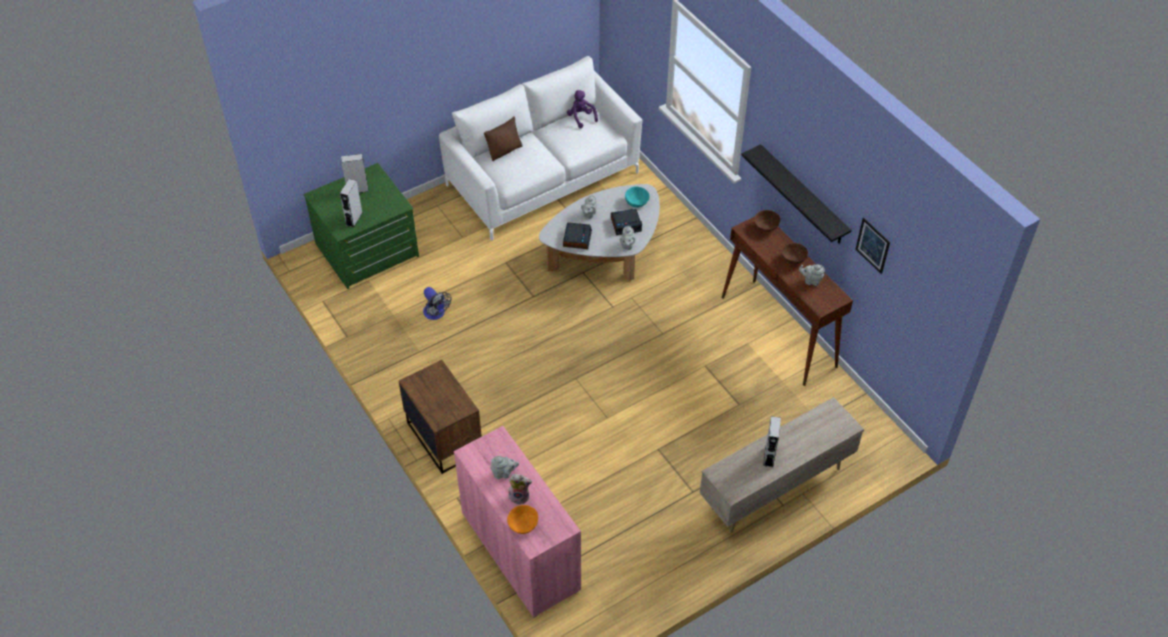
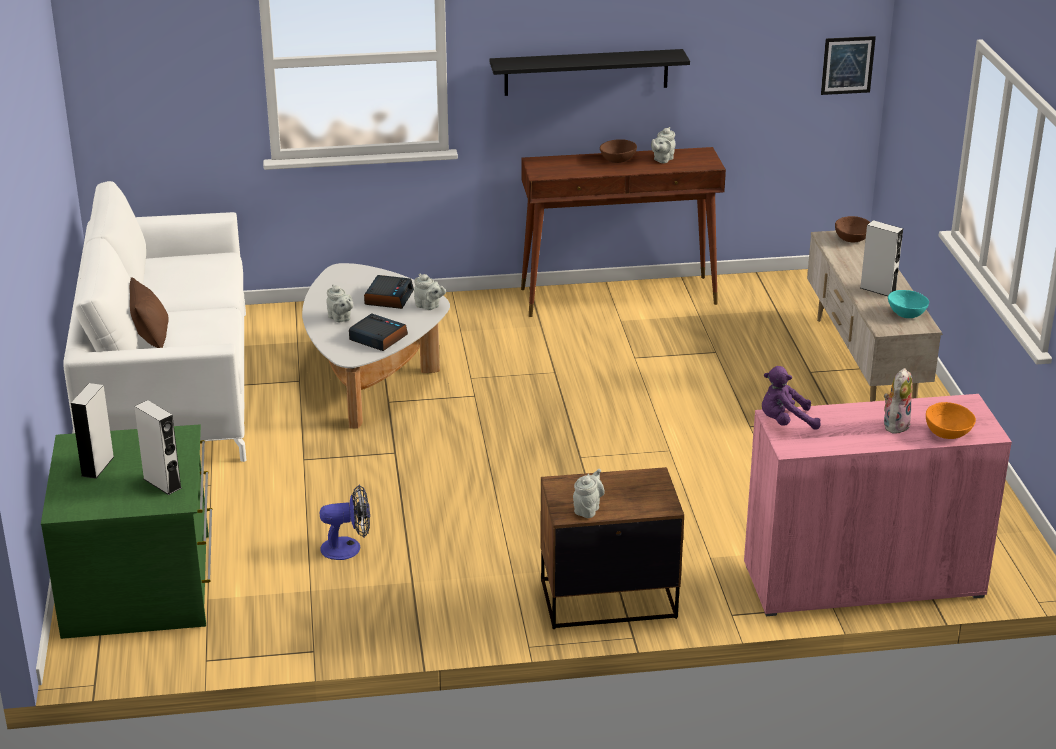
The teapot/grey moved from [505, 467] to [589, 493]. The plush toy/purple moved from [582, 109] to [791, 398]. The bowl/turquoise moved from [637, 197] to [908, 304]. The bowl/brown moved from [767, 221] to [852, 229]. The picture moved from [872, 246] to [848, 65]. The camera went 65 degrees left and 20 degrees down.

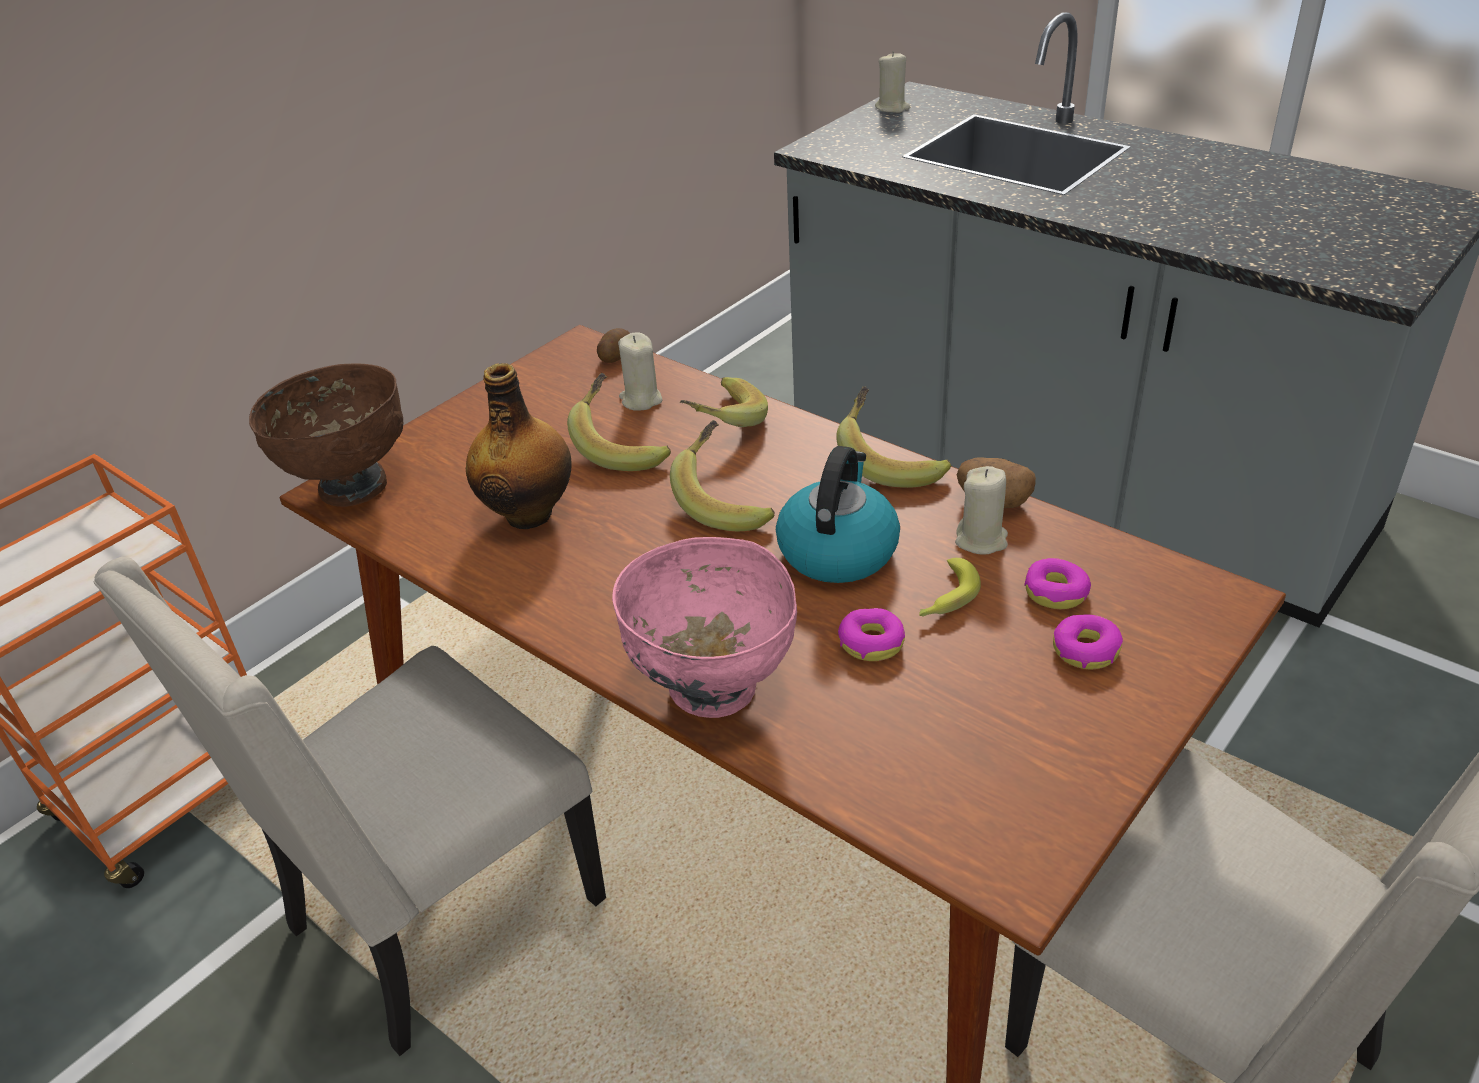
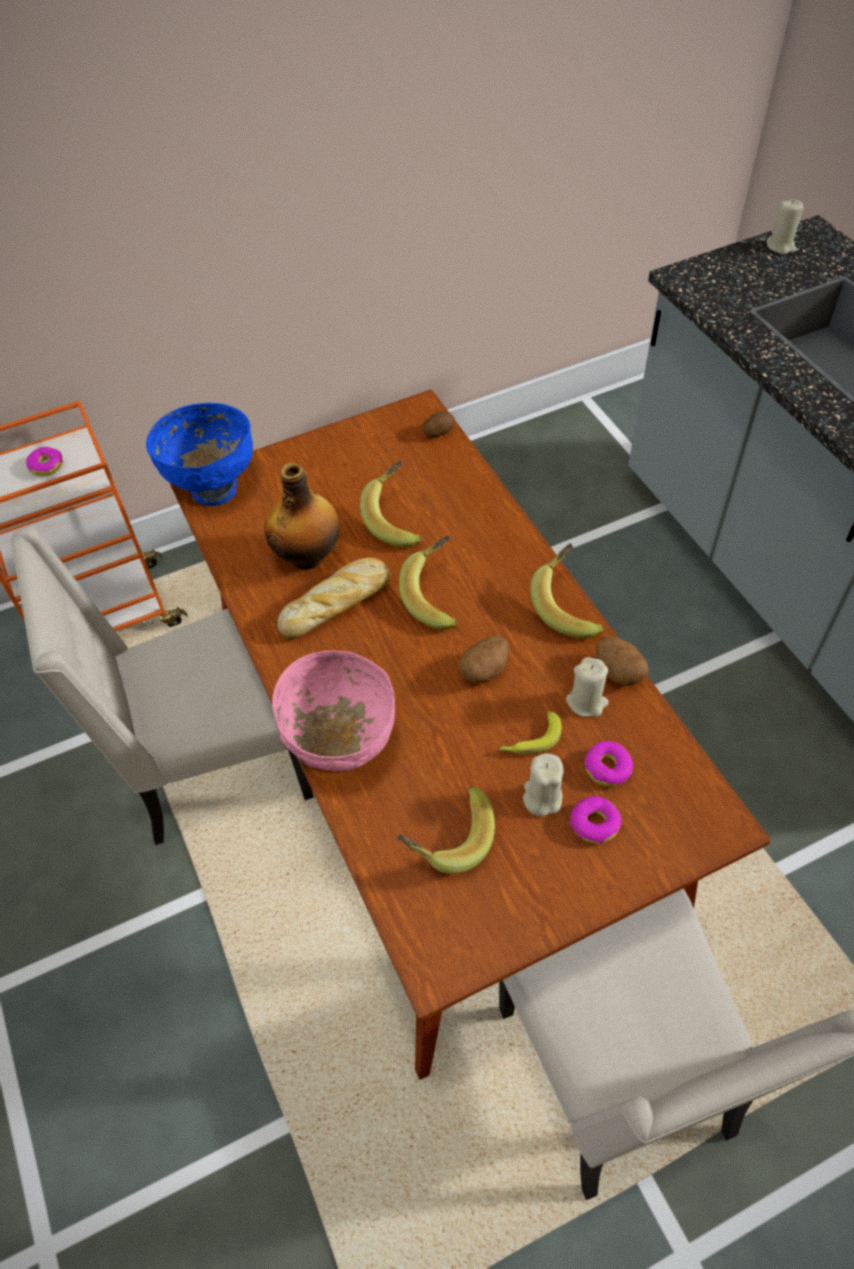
The bowl/brown at [326, 435] became the bowl/blue at [199, 454]. The candle/beige moved from [640, 371] to [543, 784]. The banana moved from [724, 402] to [446, 830]. The kettle at [838, 514] was replaced by the potato at [484, 659]. The donut moved from [871, 634] to [44, 461]. The bread at [334, 598] appeared. The camera went 25 degrees right and 15 degrees up.

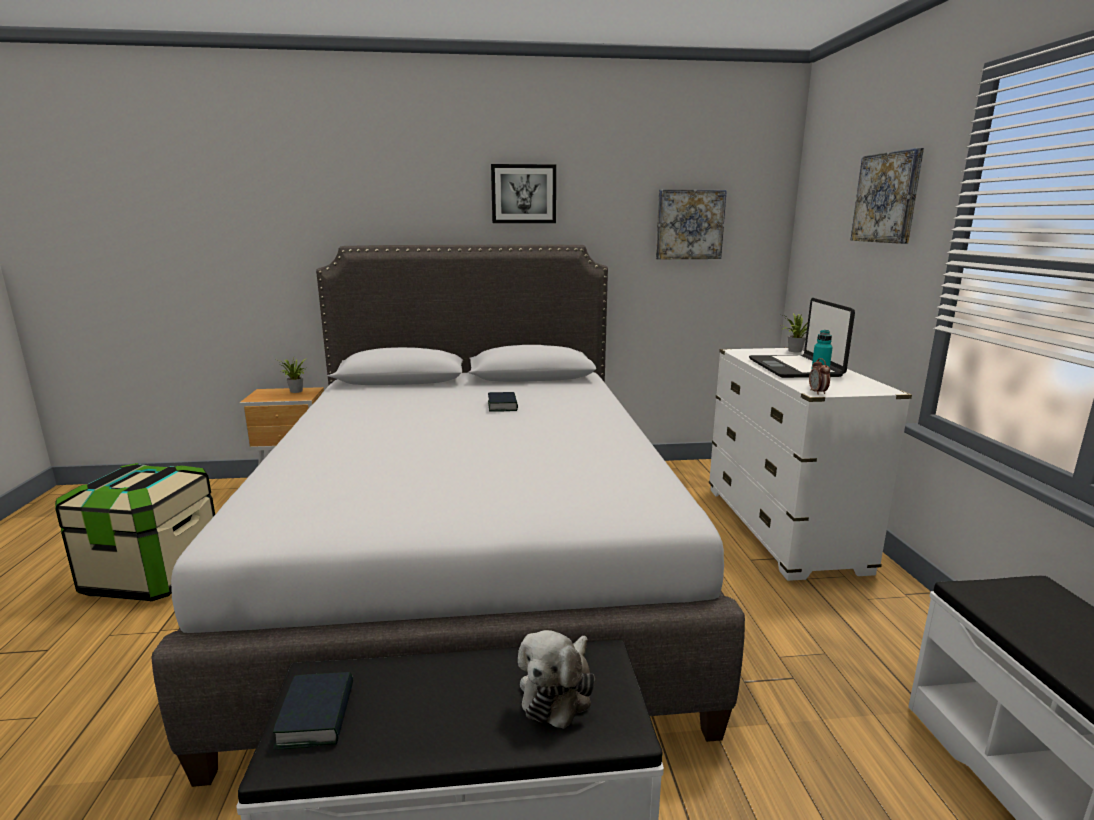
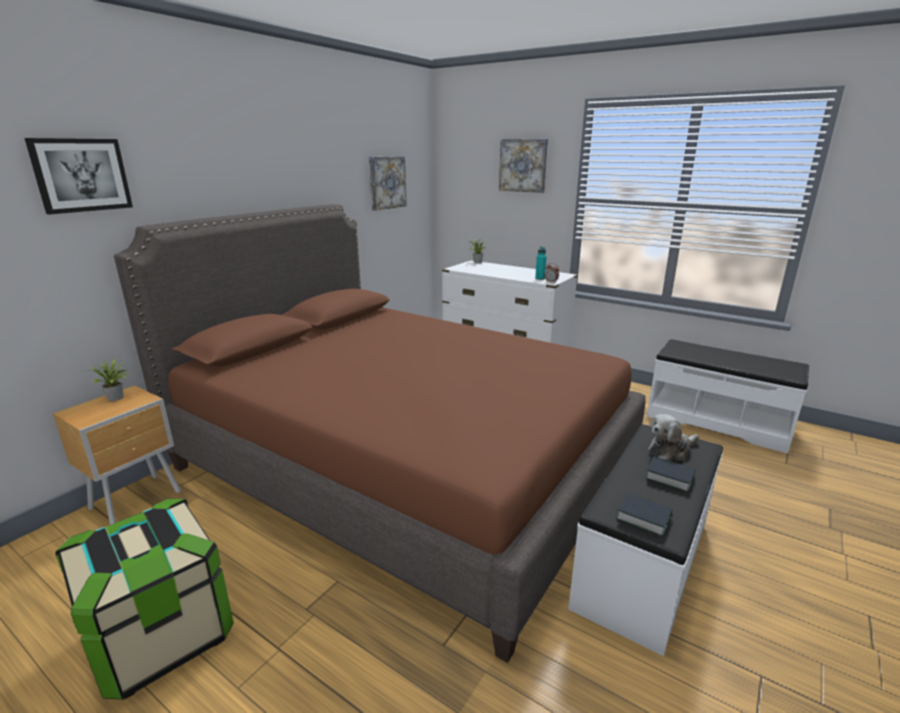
The bed/grey at [448, 515] became the bed/brown at [379, 433]. The book moved from [503, 402] to [670, 474]. The picture moved from [523, 193] to [79, 176]. The plush toy at [556, 679] turned 90 degrees clockwise. The laptop at [802, 338] disappeared. The camera went 50 degrees left and 5 degrees up.

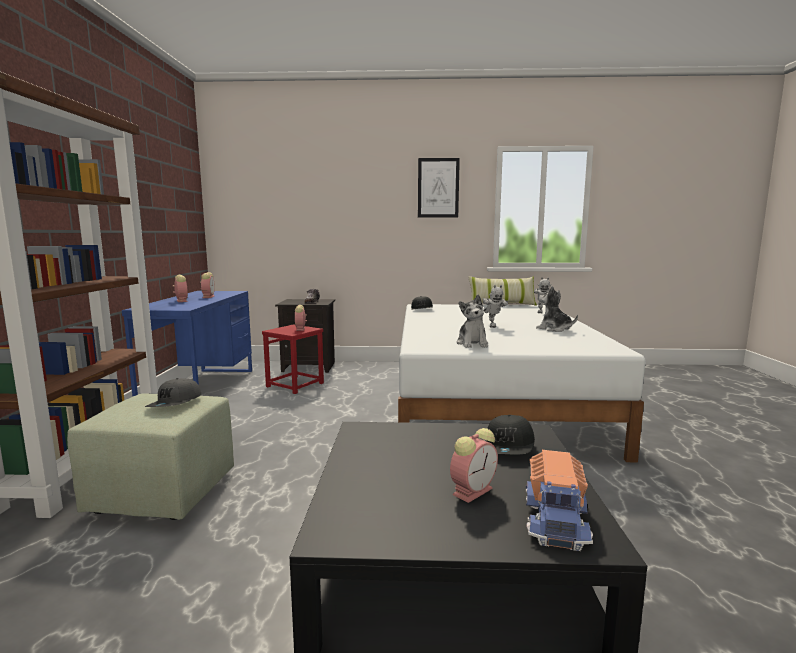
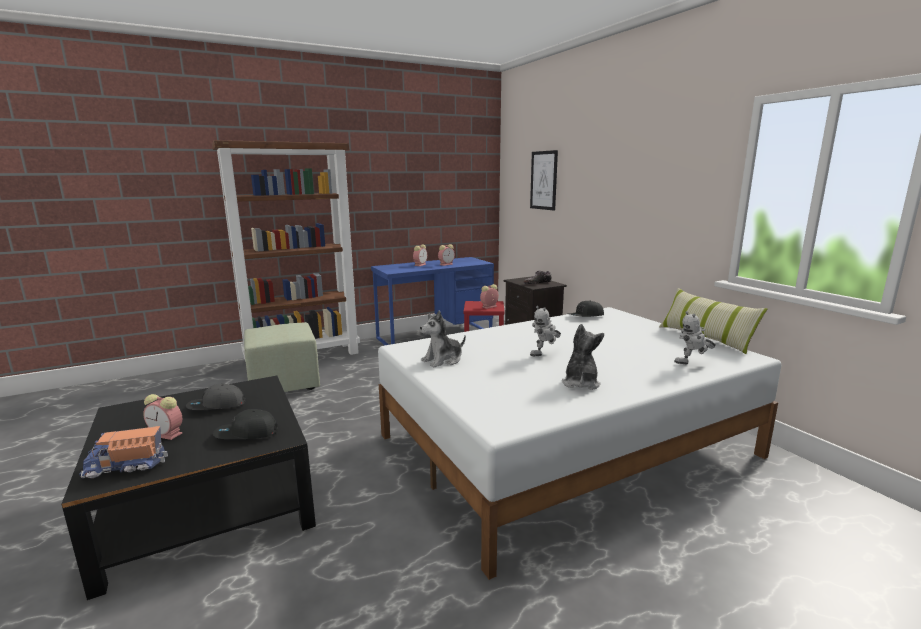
The cap/grey moved from [173, 392] to [215, 397]. The picture moved from [439, 188] to [544, 180]. The camera went 60 degrees right and 5 degrees up.

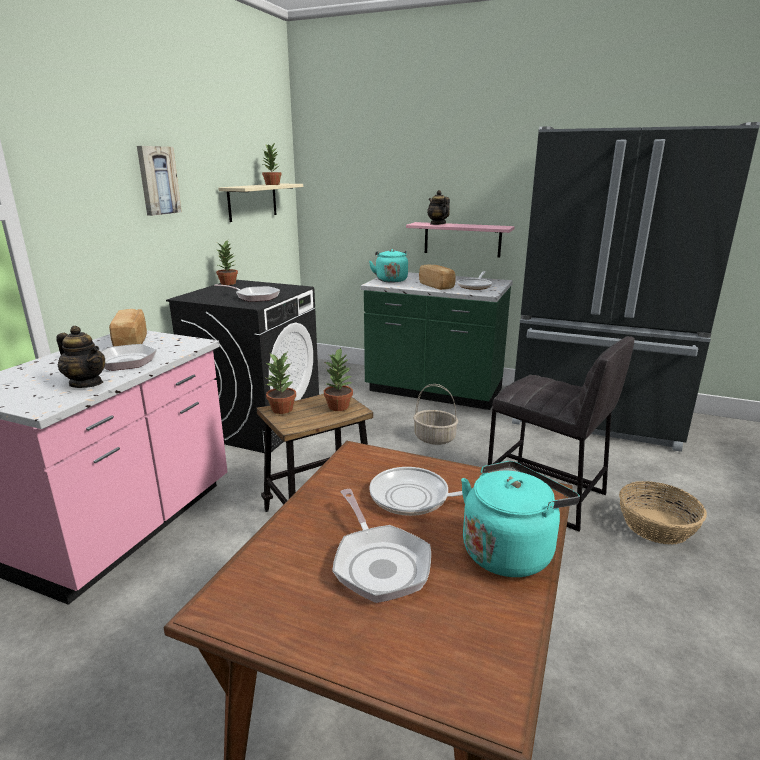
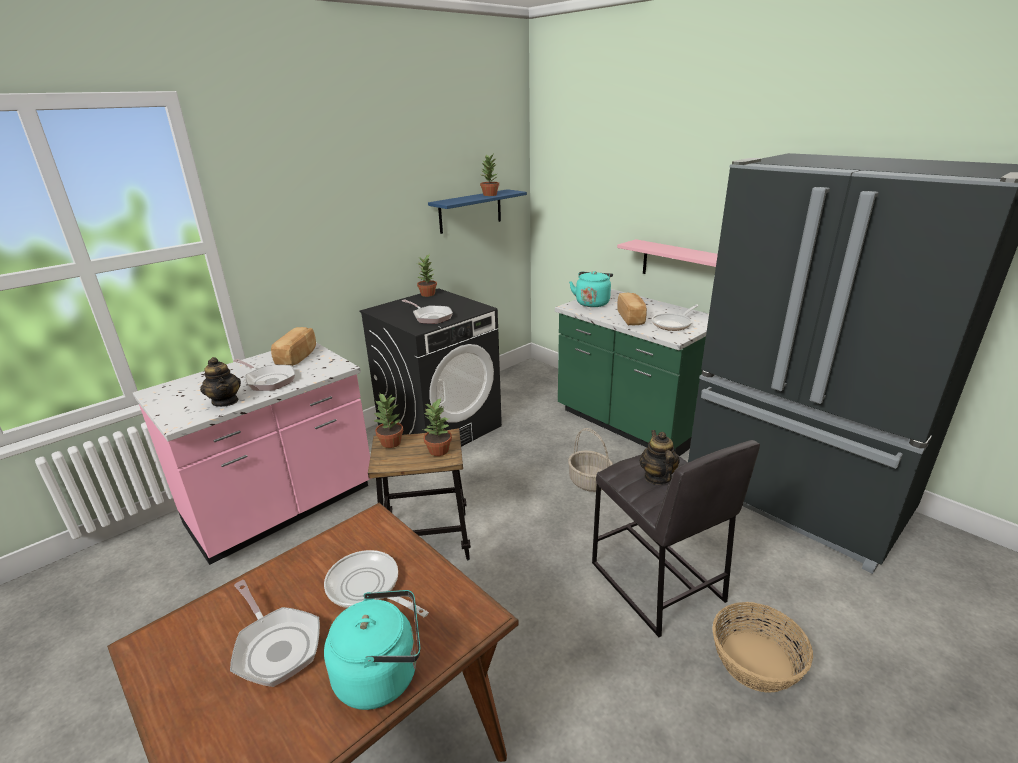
The picture at [159, 181] disappeared. The shelf/beige at [260, 202] became the shelf/blue at [477, 211]. The frying pan at [381, 546] turned 45 degrees counterclockwise. The teapot moved from [438, 207] to [660, 457]. The camera went 25 degrees right and 5 degrees up.

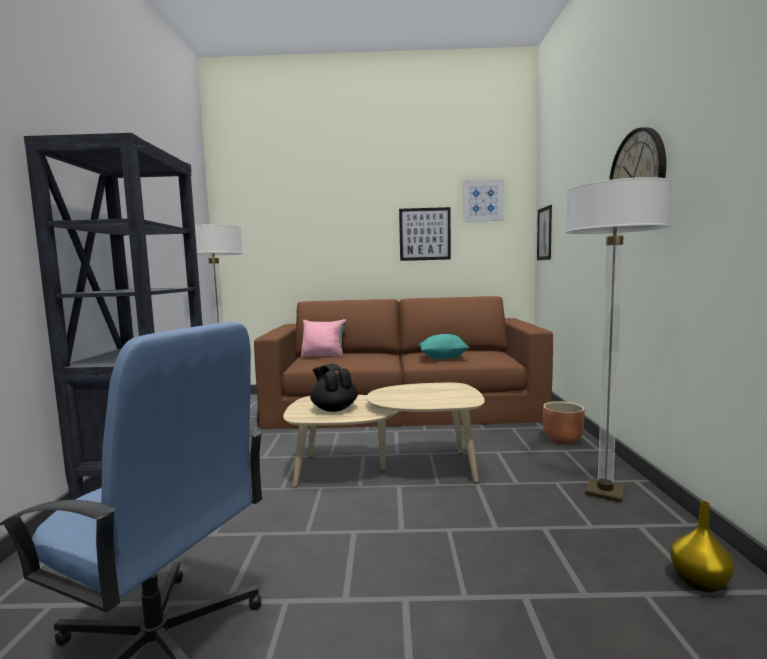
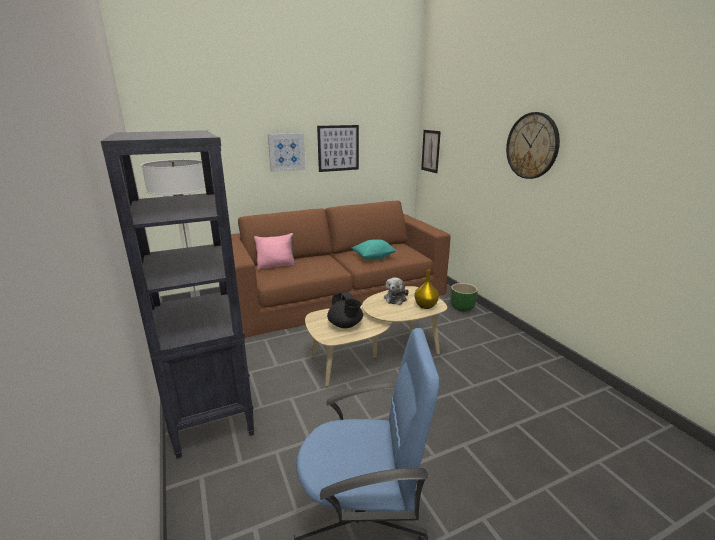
The teapot/black at [334, 388] turned 150 degrees counterclockwise. The picture moved from [483, 200] to [286, 152]. The planter/brown at [564, 422] became the planter/green at [464, 297]. The floor lamp at [618, 340] disappeared. The vase/yellow moved from [702, 547] to [426, 289]. The plush toy at [396, 291] appeared. The camera went 25 degrees left and 15 degrees up.

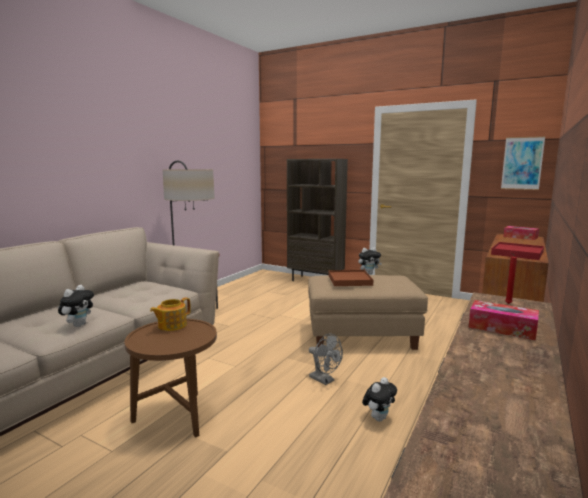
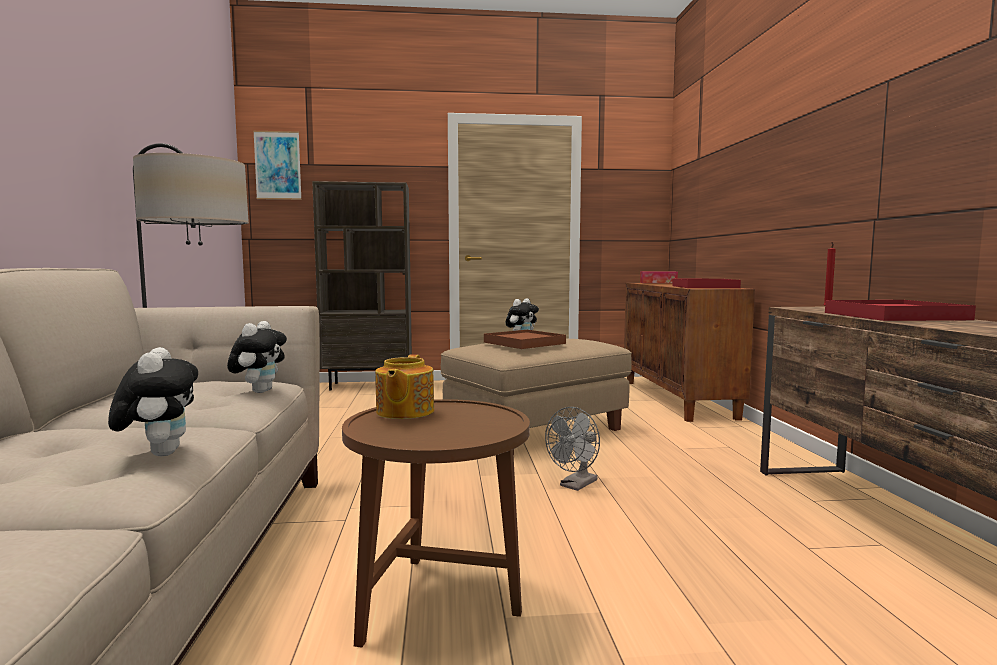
The fan/grey at [326, 359] turned 120 degrees clockwise. The plush toy moved from [379, 399] to [257, 357]. The tissue box at [504, 320] was replaced by the tray/red at [900, 310]. The picture moved from [523, 163] to [277, 165]. The camera went 35 degrees left and 5 degrees down.

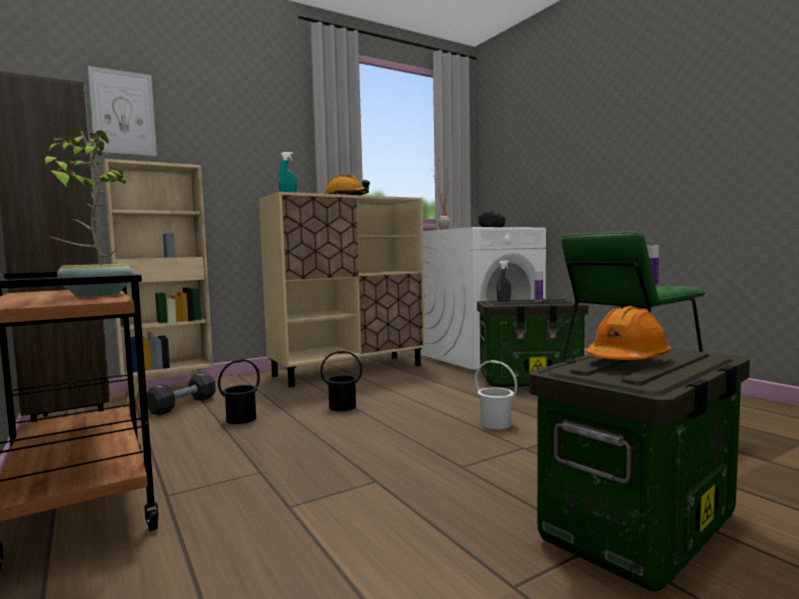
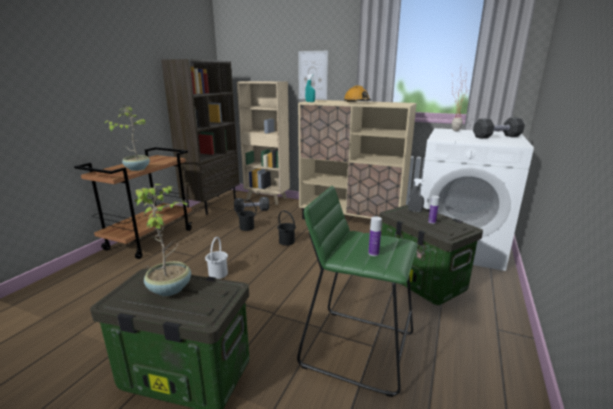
The picture moved from [122, 111] to [313, 75]. The bucket/white moved from [496, 394] to [216, 258]. The hard hat/orange at [628, 333] was replaced by the potted plant at [162, 240]. The camera went 55 degrees right and 15 degrees up.

